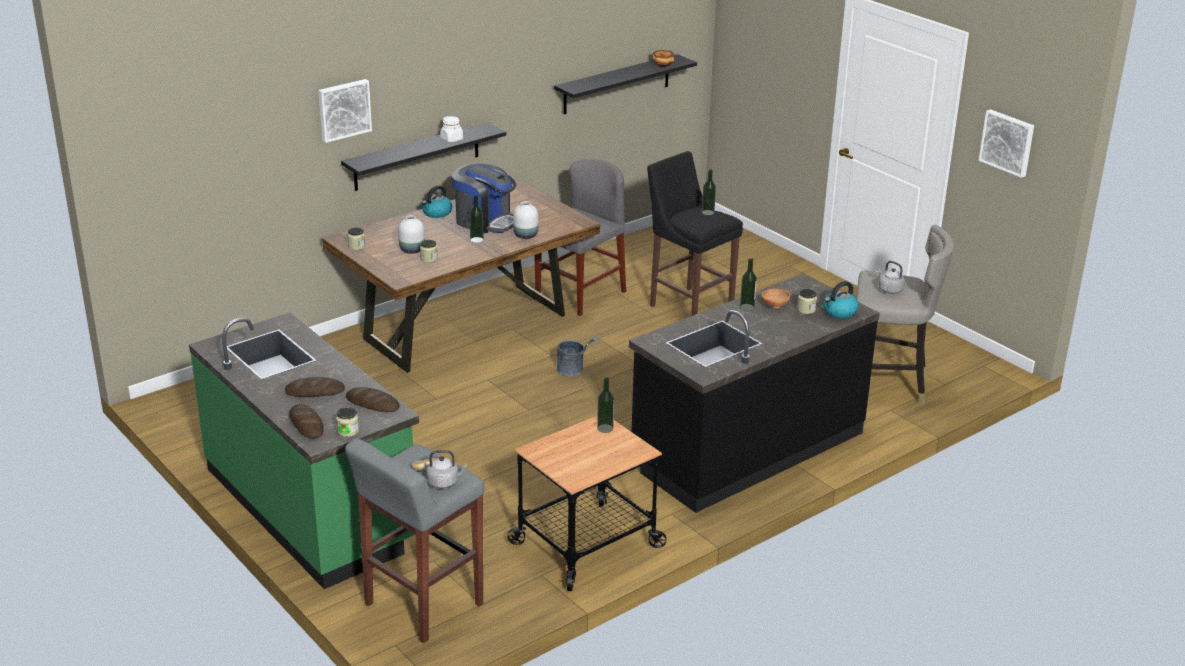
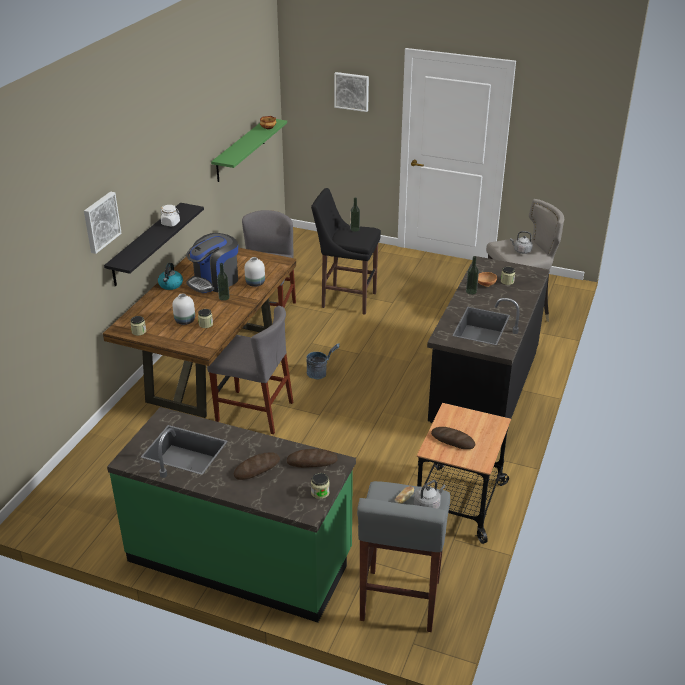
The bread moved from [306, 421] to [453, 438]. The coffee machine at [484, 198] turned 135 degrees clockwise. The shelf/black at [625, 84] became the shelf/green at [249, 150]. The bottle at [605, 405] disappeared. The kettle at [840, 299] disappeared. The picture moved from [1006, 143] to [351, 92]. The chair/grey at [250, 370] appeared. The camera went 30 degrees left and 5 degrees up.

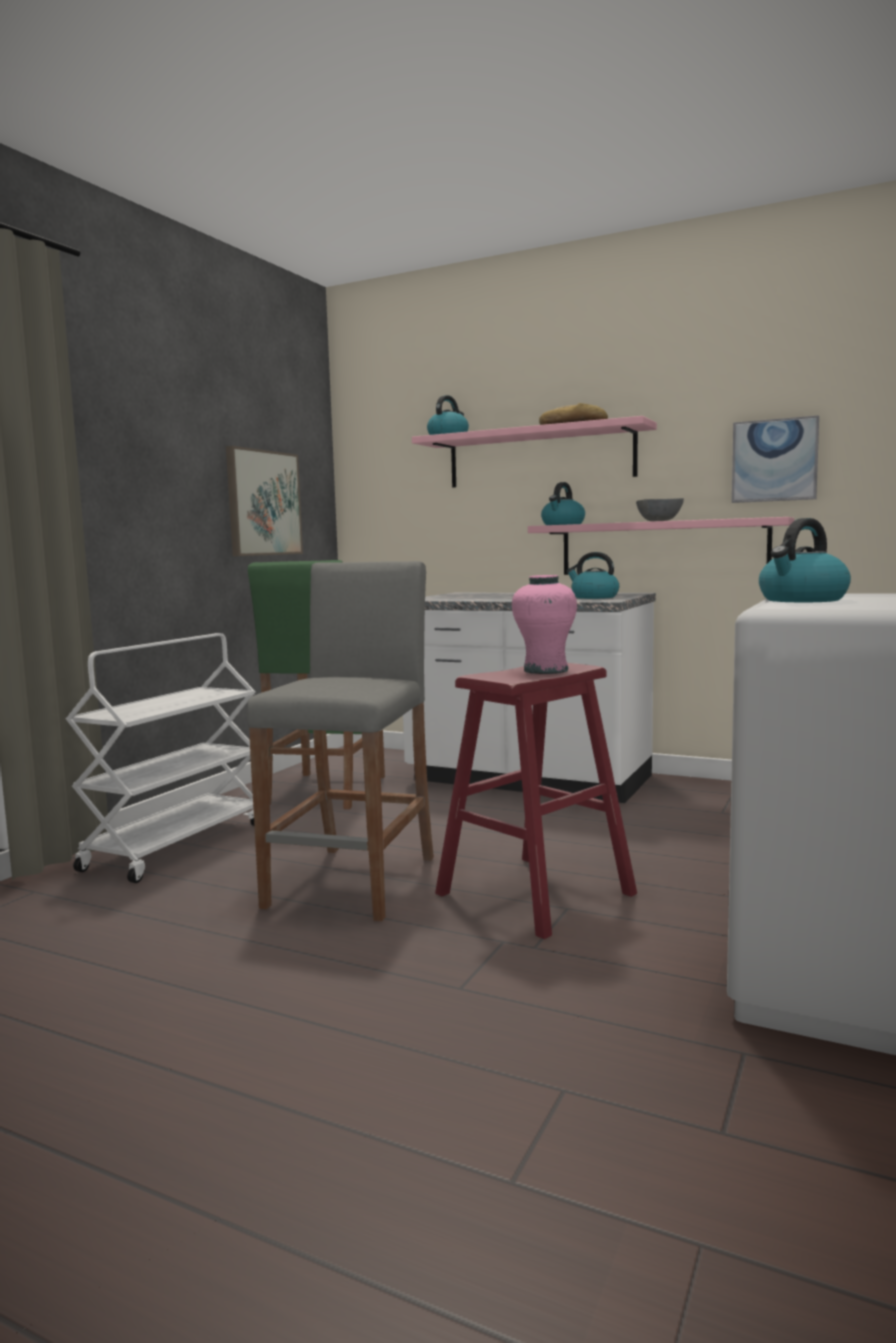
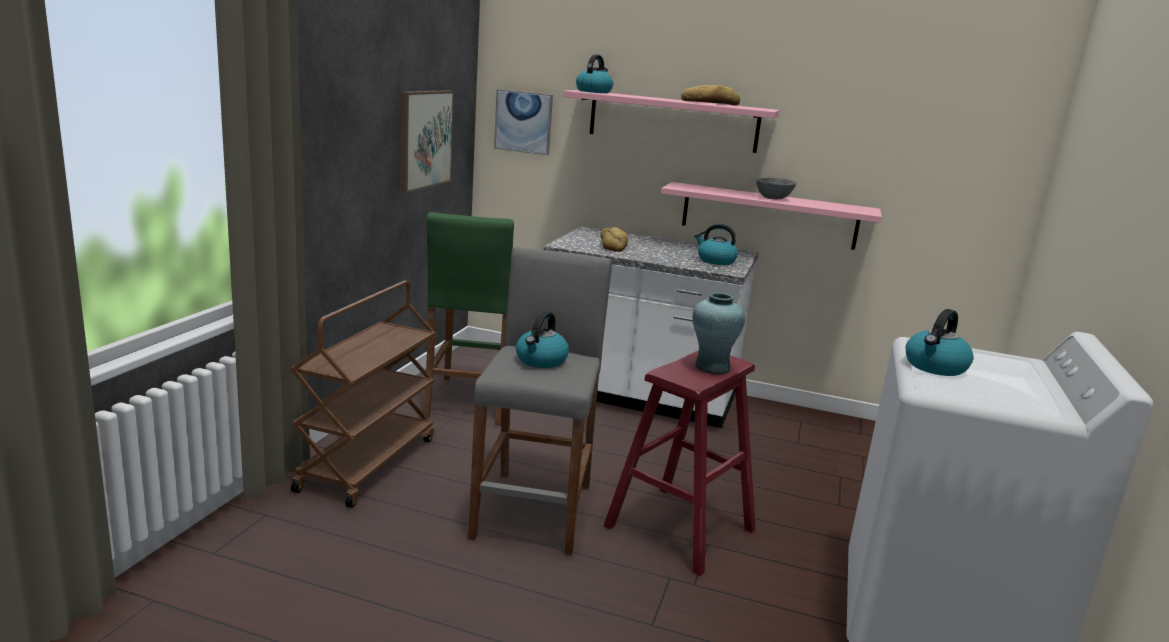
The cart/white at [160, 758] became the cart/brown at [362, 394]. The vase/pink at [544, 624] became the vase/turquoise at [718, 333]. The kettle moved from [563, 503] to [542, 339]. The picture moved from [775, 459] to [523, 122]. The bread at [614, 239] appeared. The camera went 10 degrees left and 10 degrees up.

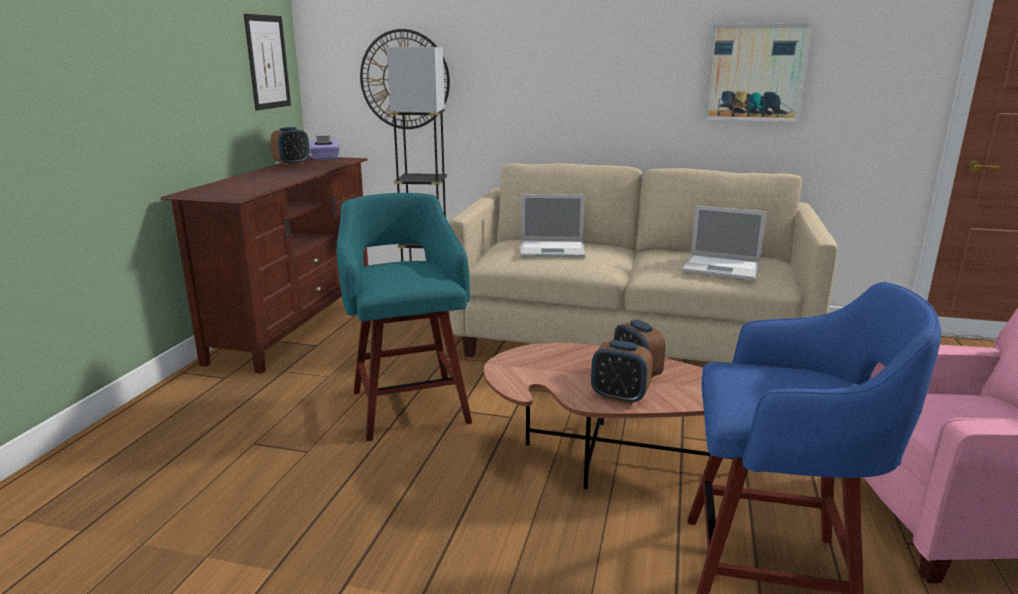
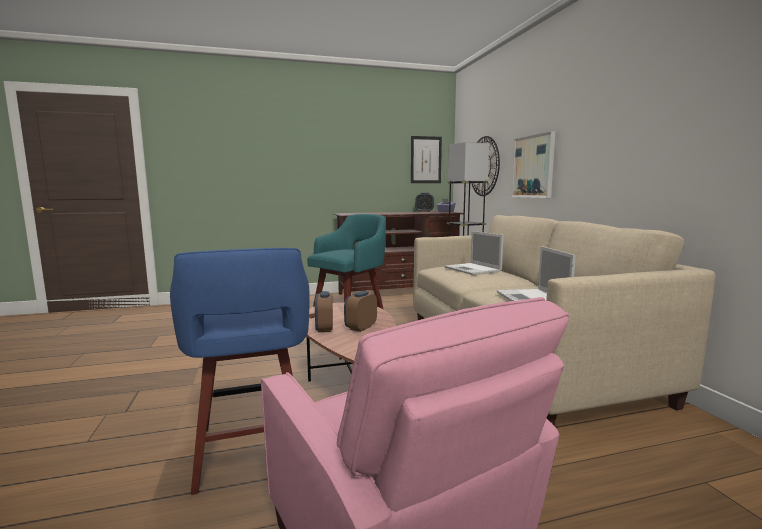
The picture moved from [758, 72] to [533, 164]. The camera went 60 degrees right and 10 degrees down.

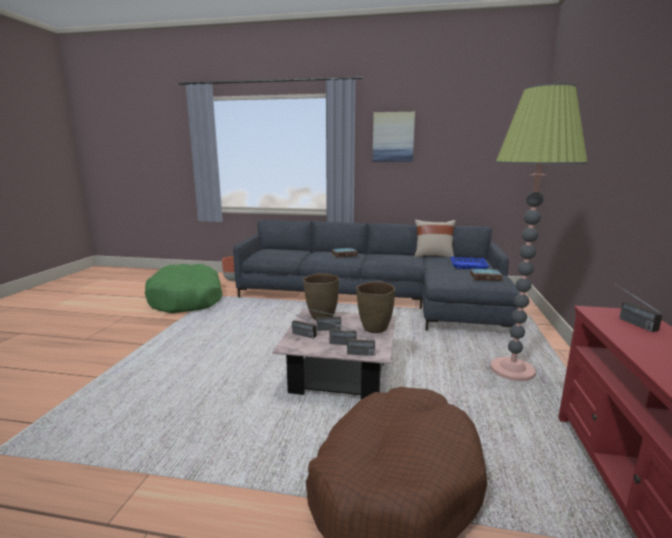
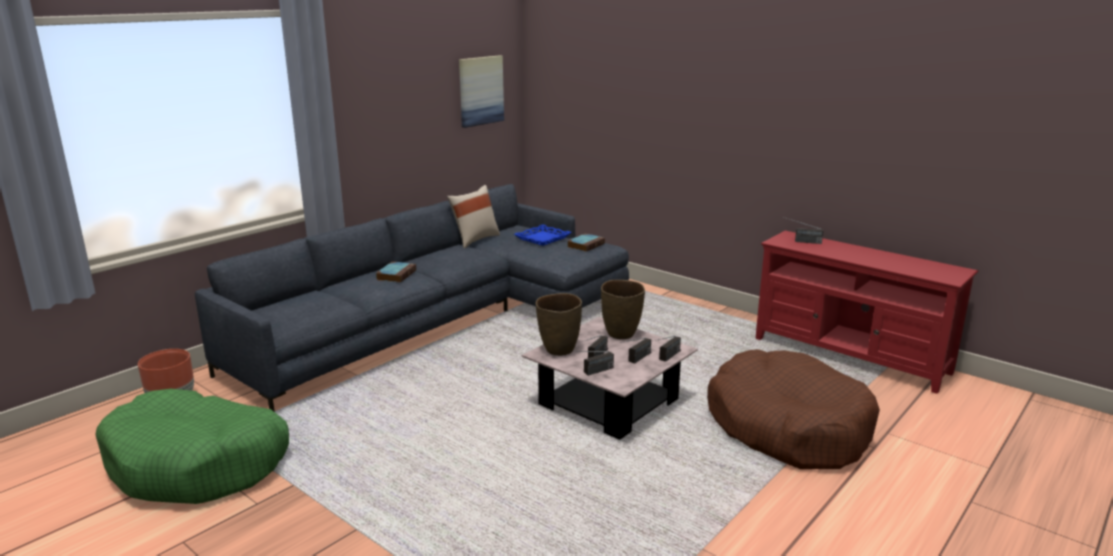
The picture moved from [393, 137] to [481, 91]. The floor lamp at [539, 232] disappeared. The camera went 60 degrees left and 5 degrees up.

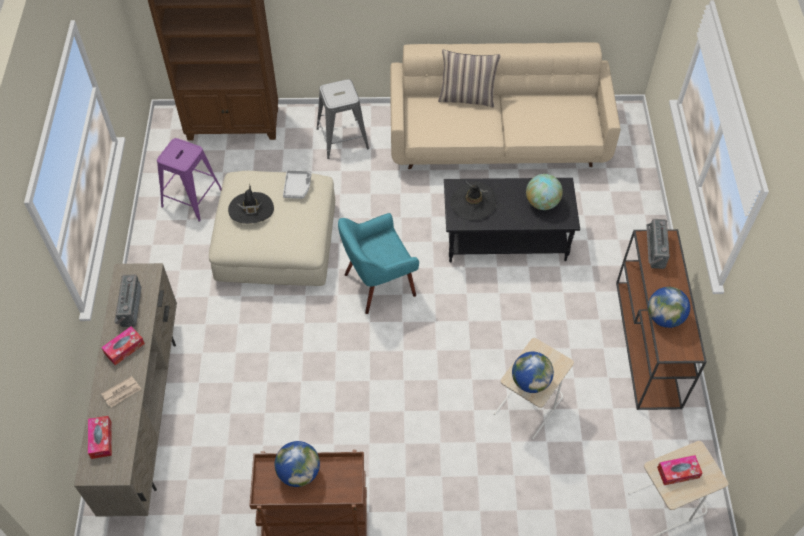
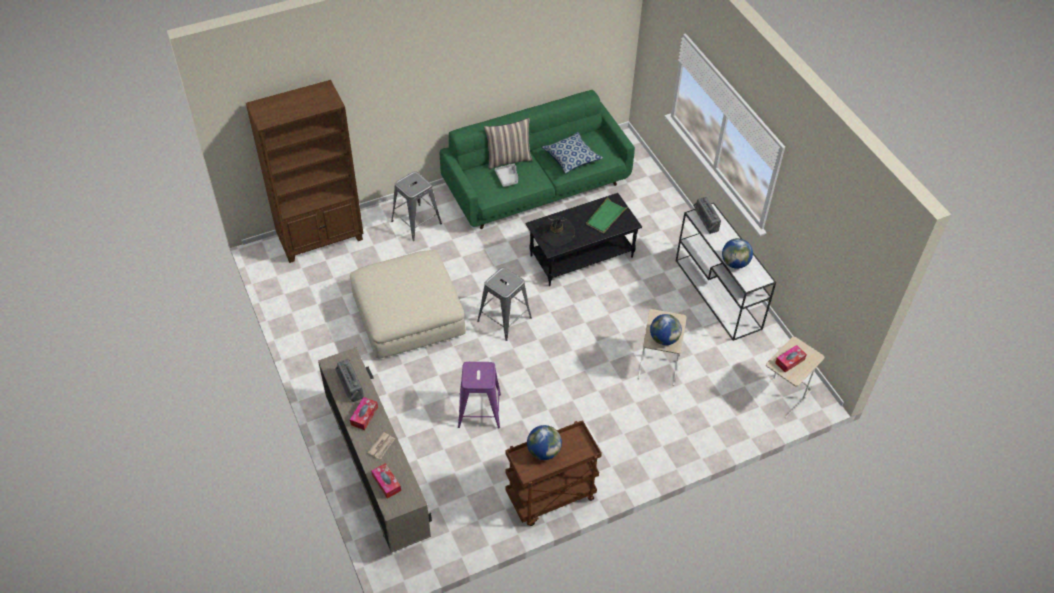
The stool/purple moved from [189, 179] to [479, 395]. The hat/black at [251, 204] disappeared. The tray/grey moved from [297, 184] to [506, 175]. The armchair/turquoise at [378, 263] was replaced by the stool/grey at [504, 304]. The sofa/beige at [505, 105] became the sofa/green at [537, 159]. The globe at [544, 192] was replaced by the tray/green at [606, 215]. The console table/brown at [661, 319] became the console table/white at [726, 272]. The pillow at [572, 153] appeared. The camera went 25 degrees left and 5 degrees down.

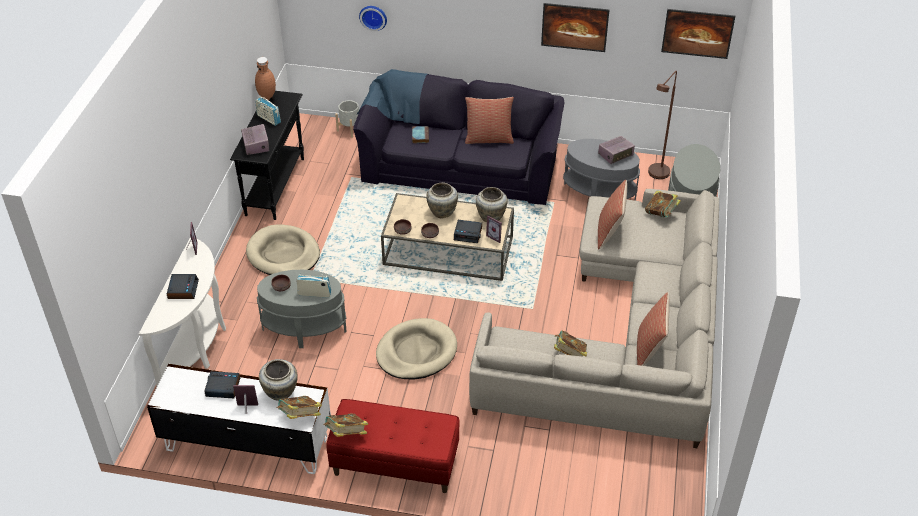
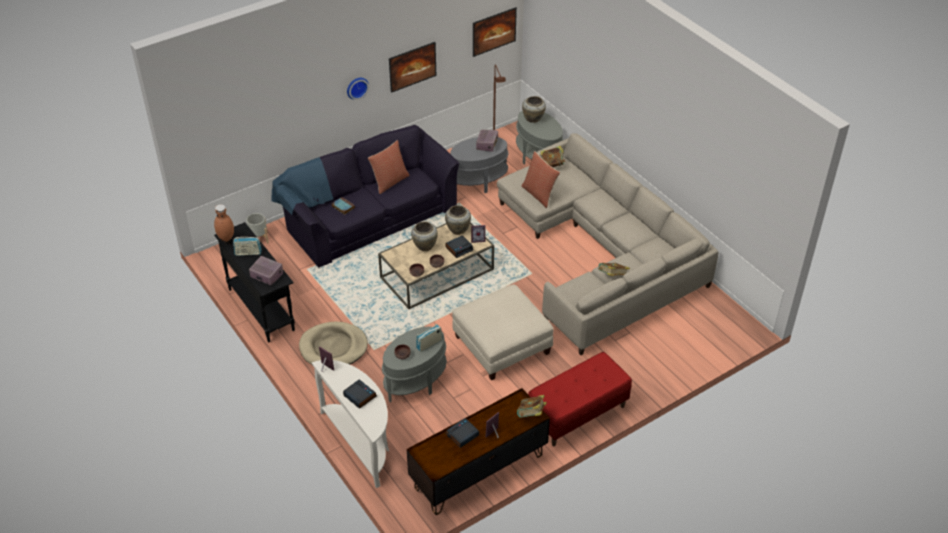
The tv stand/white at [239, 419] became the tv stand/brown at [478, 451]. The vase/beige moved from [278, 380] to [534, 109]. The book at [346, 425] disappeared. The wall clock moved from [373, 18] to [358, 89]. The dog bed/beige at [416, 349] was replaced by the ottoman/beige at [502, 332]. The pillow at [653, 329] disappeared. The camera went 45 degrees left and 0 degrees up.

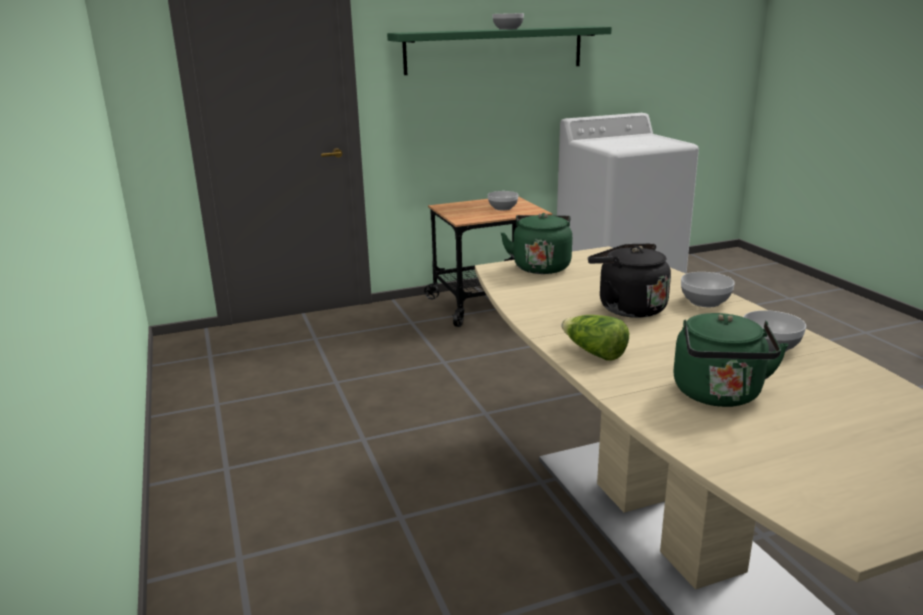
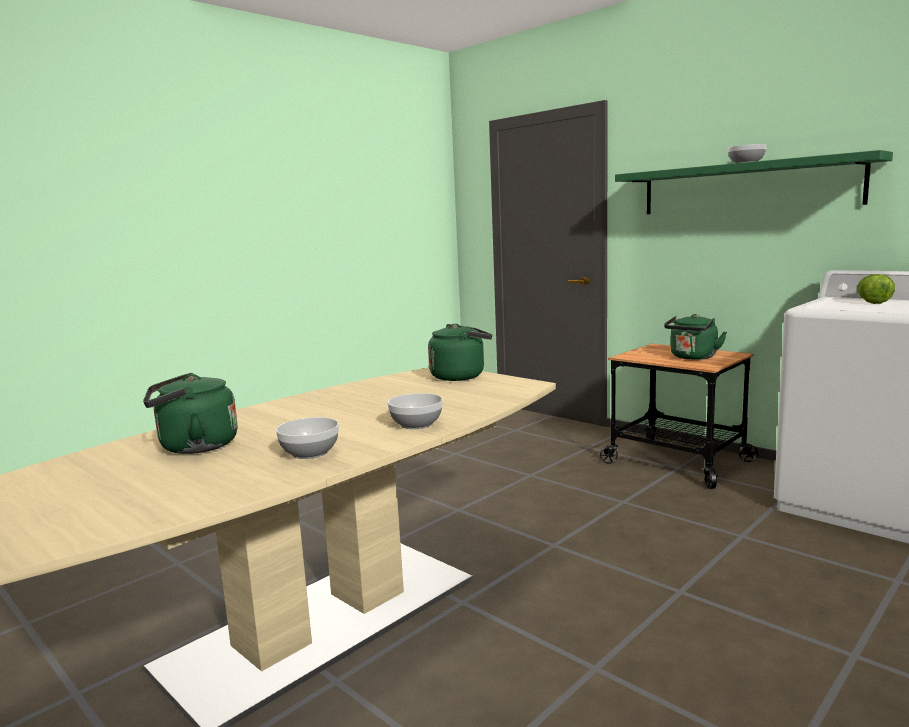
The bowl at [503, 200] was replaced by the kettle/green at [695, 337]. The lettuce moved from [595, 338] to [876, 289]. The kettle/black at [629, 281] disappeared. The camera went 65 degrees right and 10 degrees down.

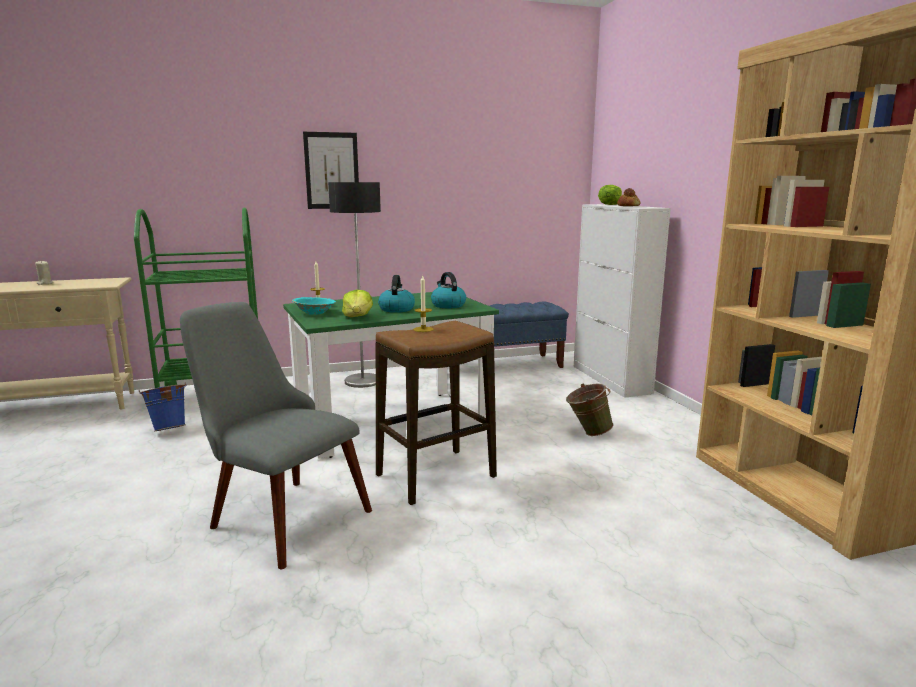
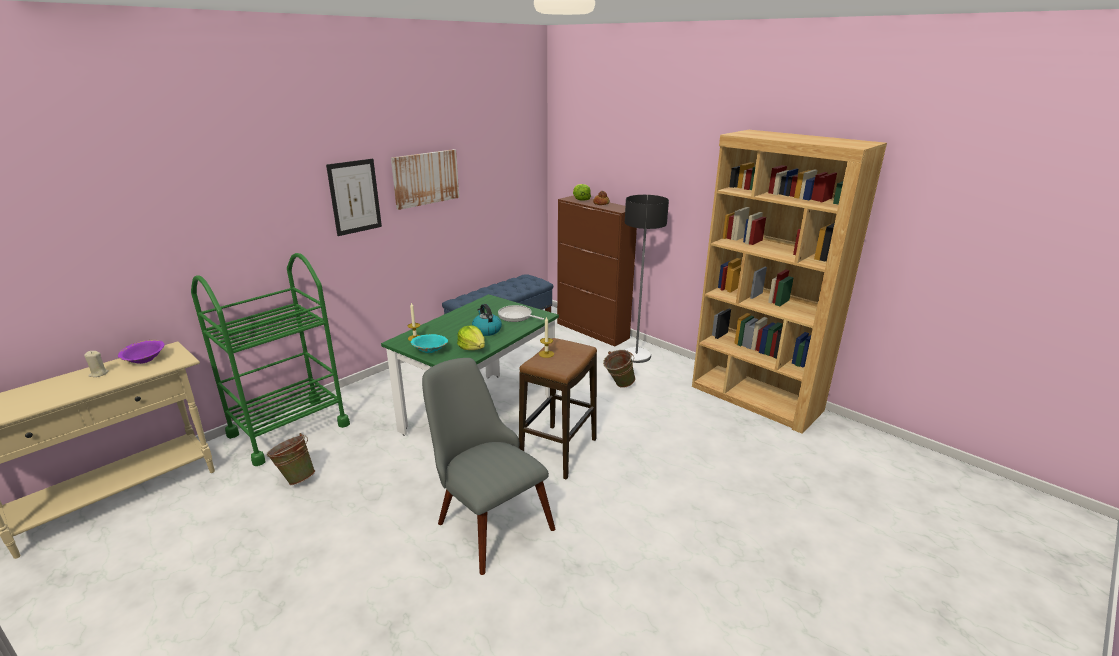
The bucket/blue at [163, 406] became the bucket/green at [290, 459]. The chair/grey at [276, 435] turned 45 degrees clockwise. The floor lamp moved from [354, 285] to [646, 279]. The kettle at [448, 290] was replaced by the frying pan at [521, 313]. The cabinet/white at [622, 301] became the cabinet/brown at [597, 271]. The bowl/purple at [141, 352] appeared. The picture at [425, 179] appeared. The camera went 30 degrees left and 10 degrees up.

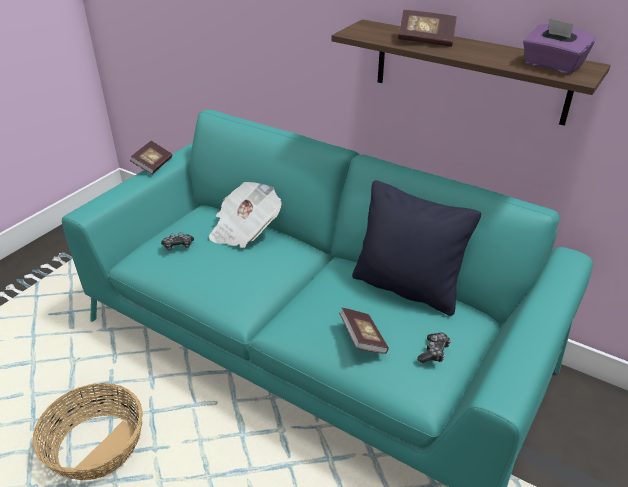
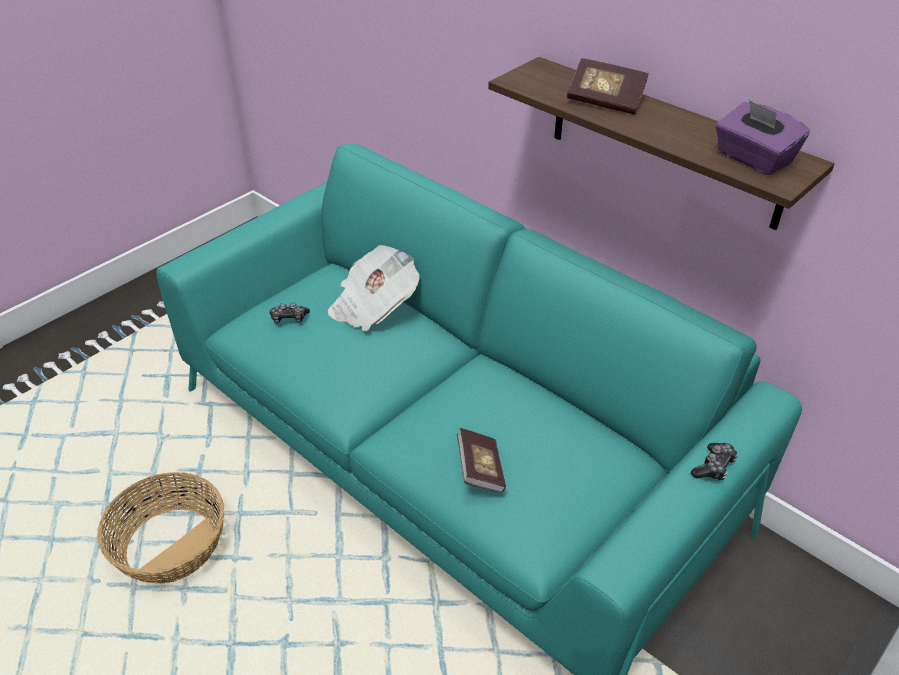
The book at [151, 157] disappeared. The pillow/black at [416, 248] disappeared. The game controller moved from [434, 347] to [714, 462]. The camera went 10 degrees right and 5 degrees up.

